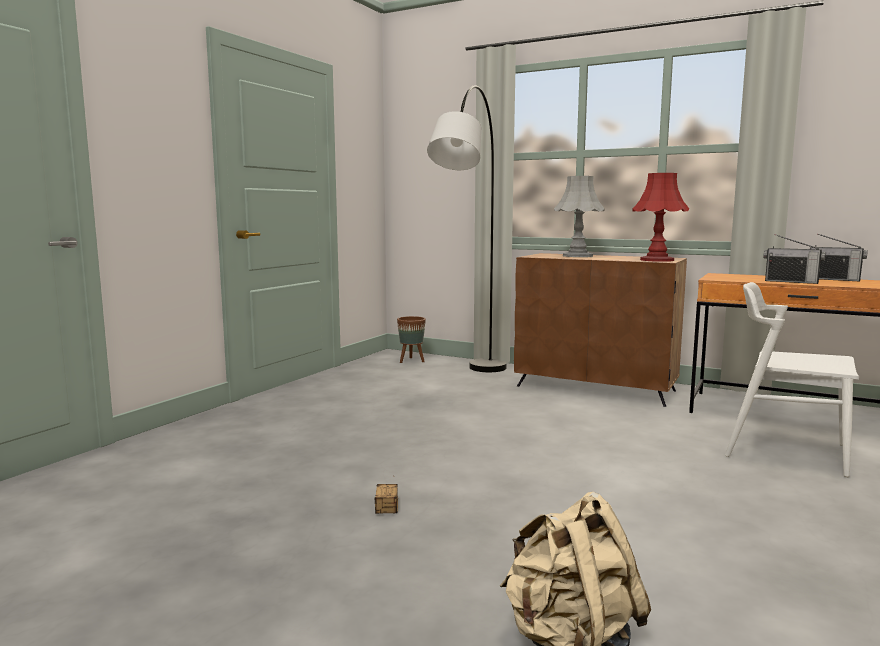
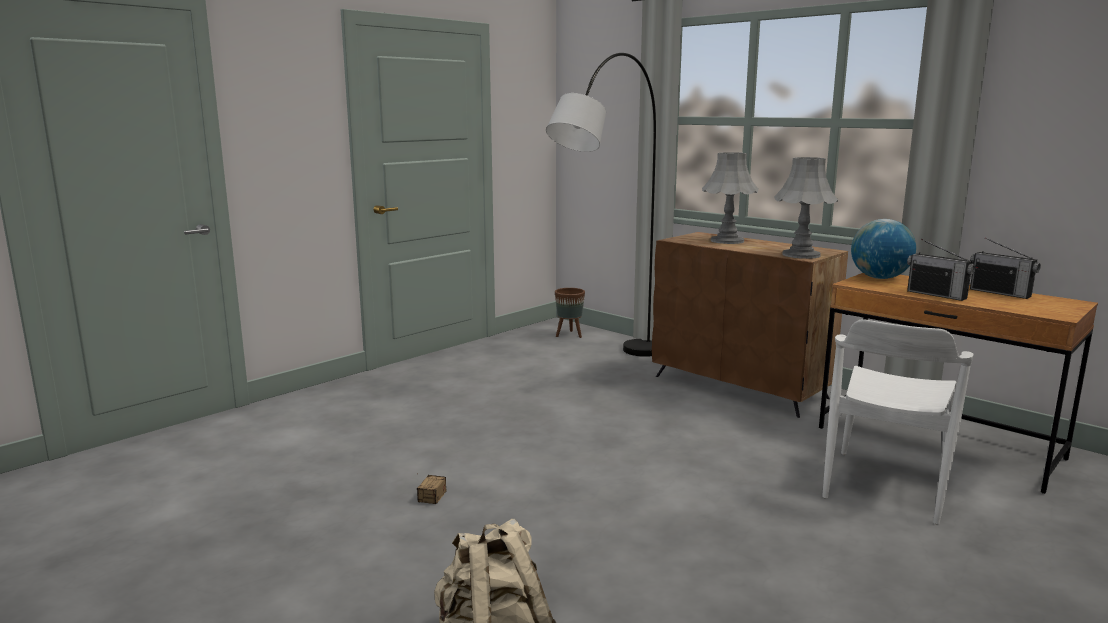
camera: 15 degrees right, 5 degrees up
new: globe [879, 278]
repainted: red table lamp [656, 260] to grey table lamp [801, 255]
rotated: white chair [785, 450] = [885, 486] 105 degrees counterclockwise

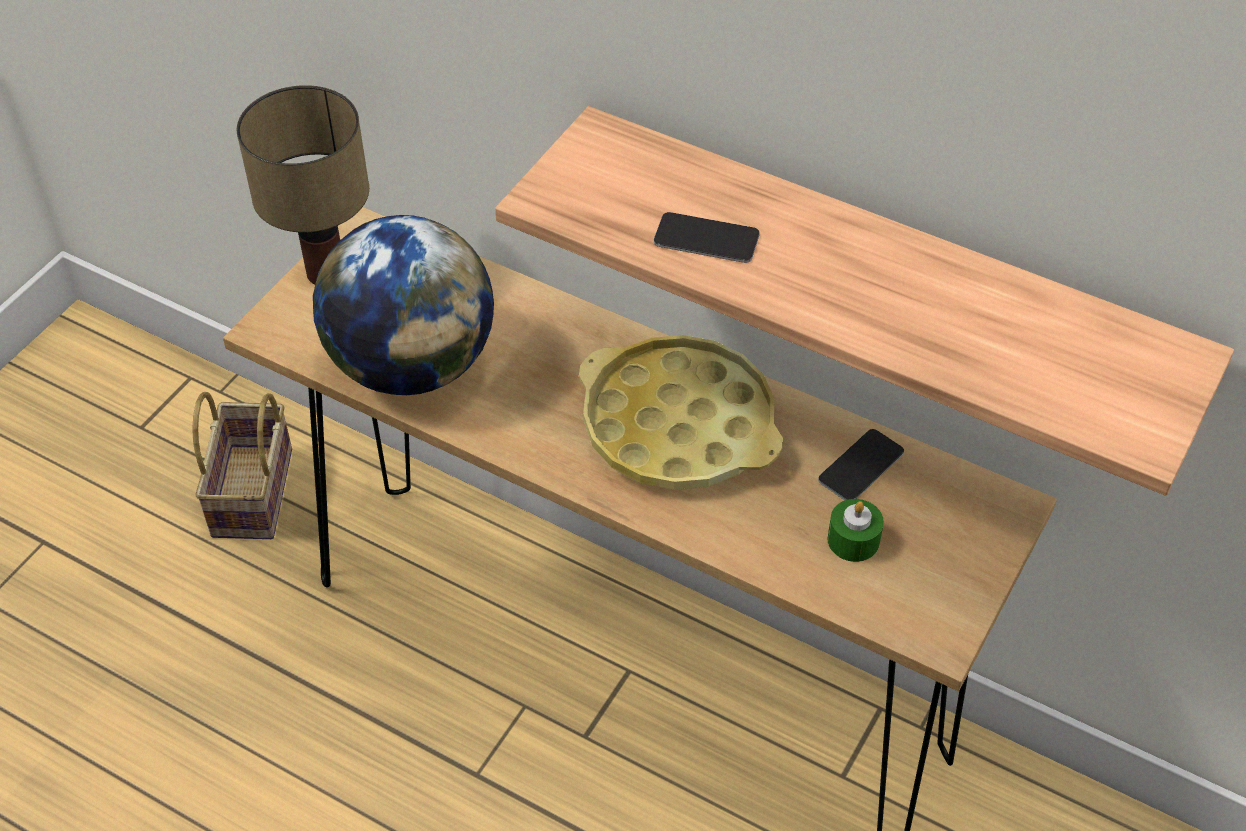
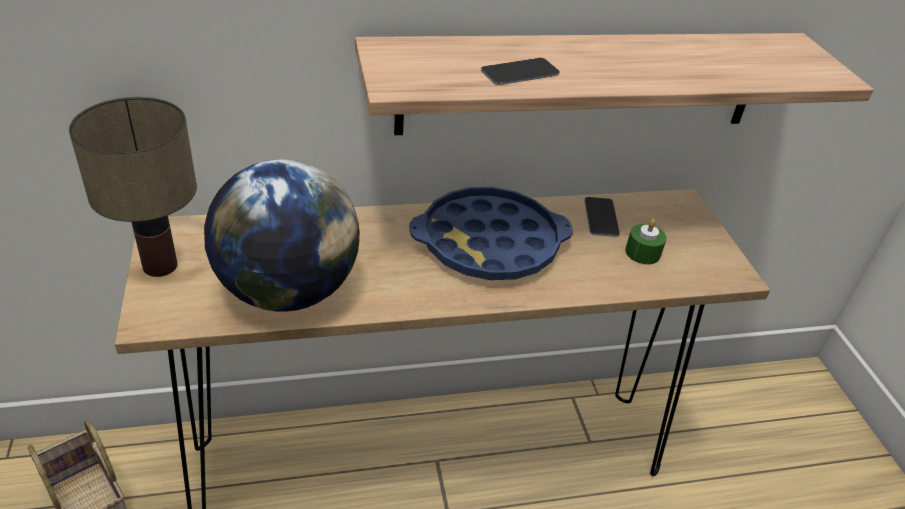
camera: 45 degrees left, 10 degrees down
repainted: yellow tray [678, 425] to blue tray [489, 243]

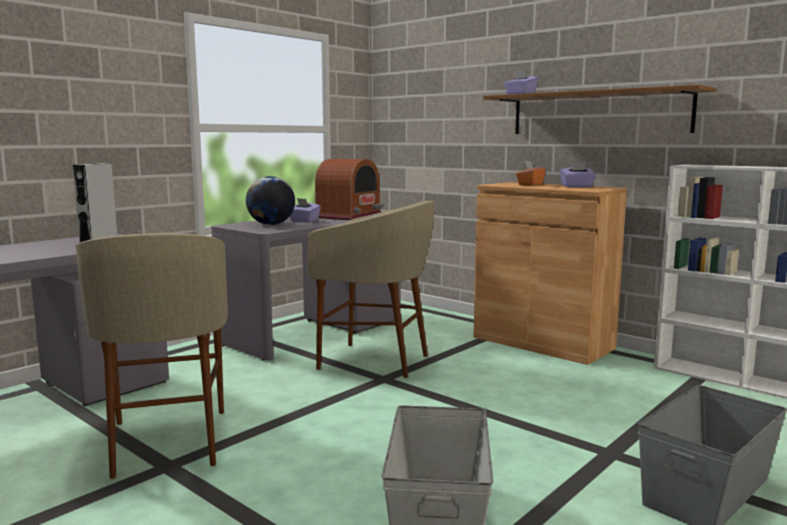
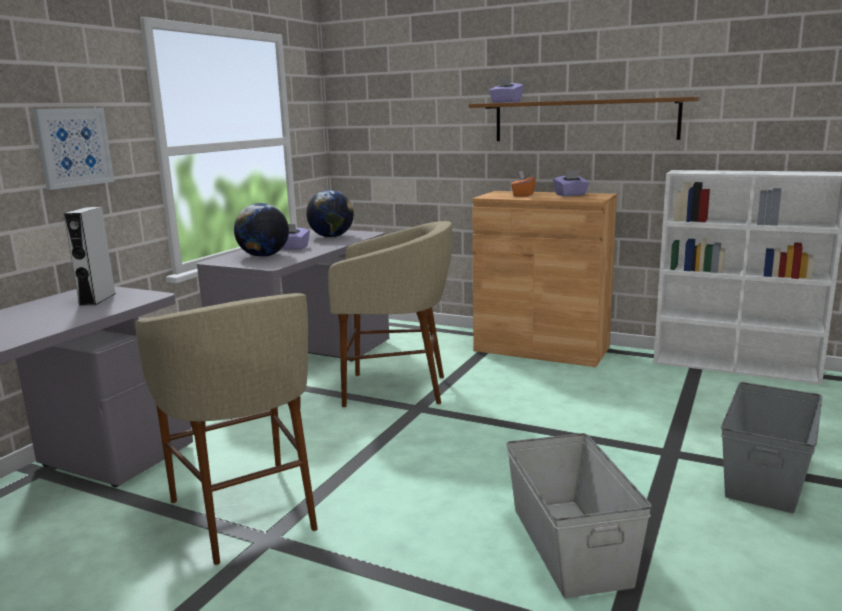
camera: 15 degrees left, 5 degrees up
new: picture [73, 147]
swapped: radio [349, 216] to globe [331, 237]

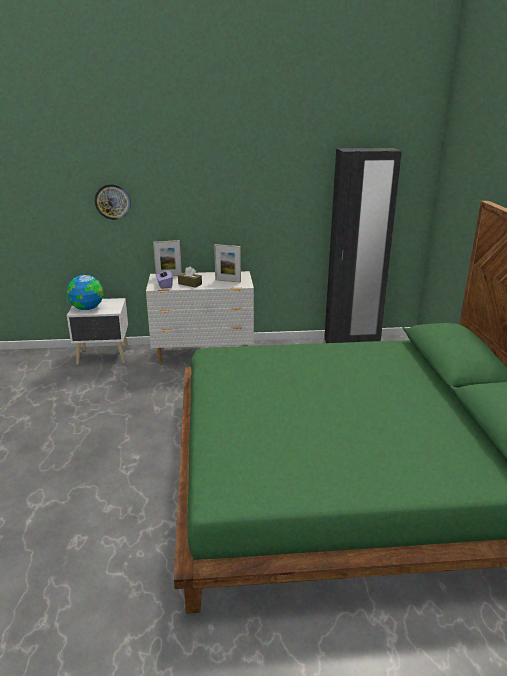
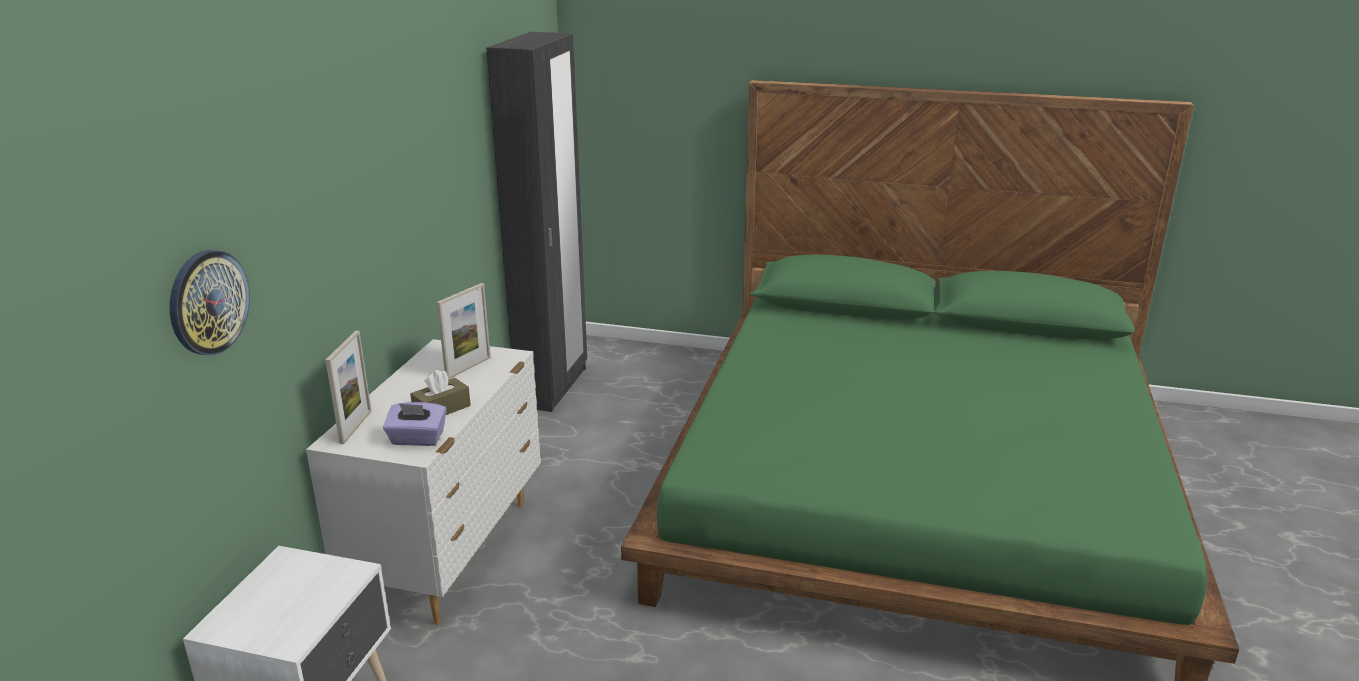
camera: 70 degrees left, 0 degrees up
gone: globe [87, 308]

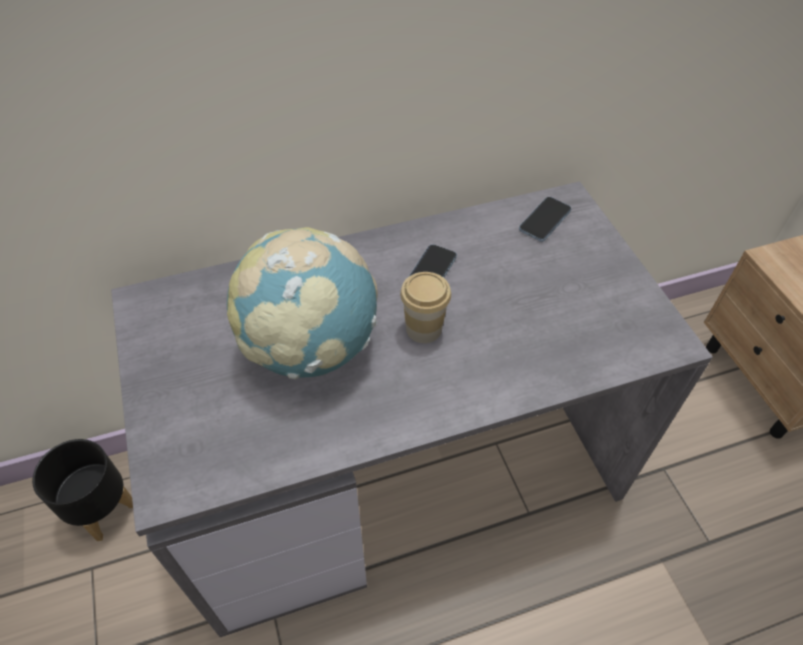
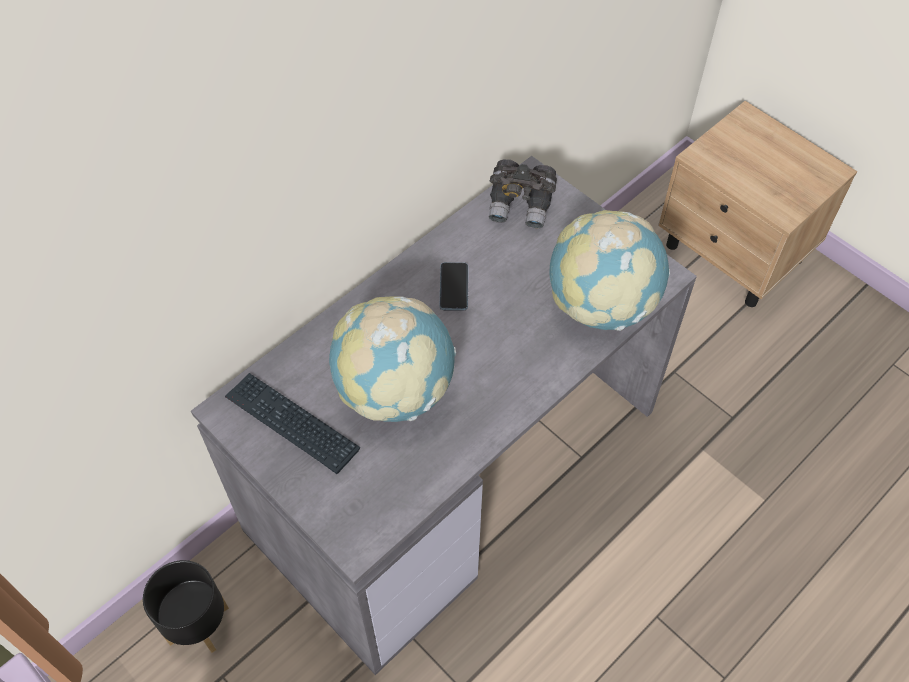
camera: 25 degrees left, 5 degrees up
gone: cup [423, 328]
new: keyboard [292, 423]; globe [601, 305]
swapped: phone [544, 220] to grey binoculars [521, 205]

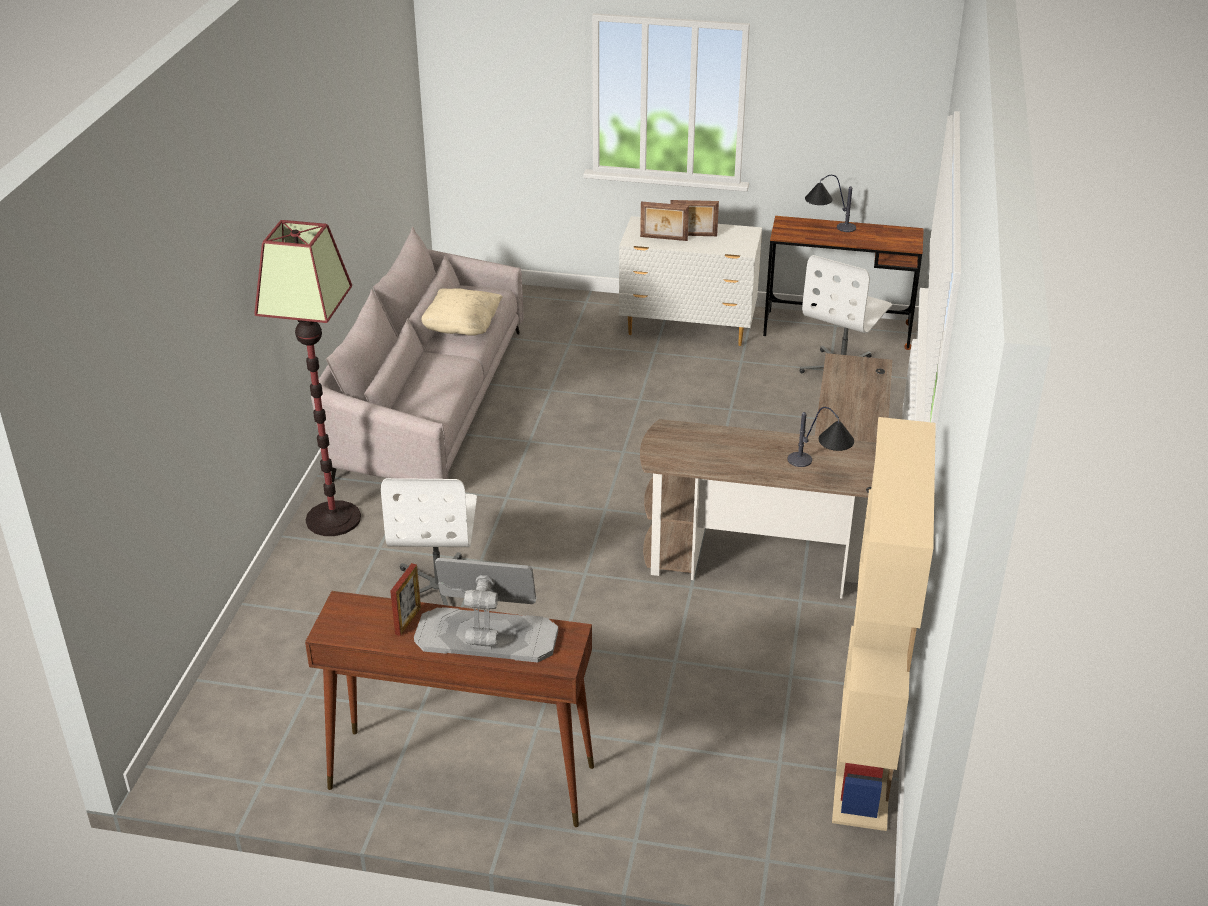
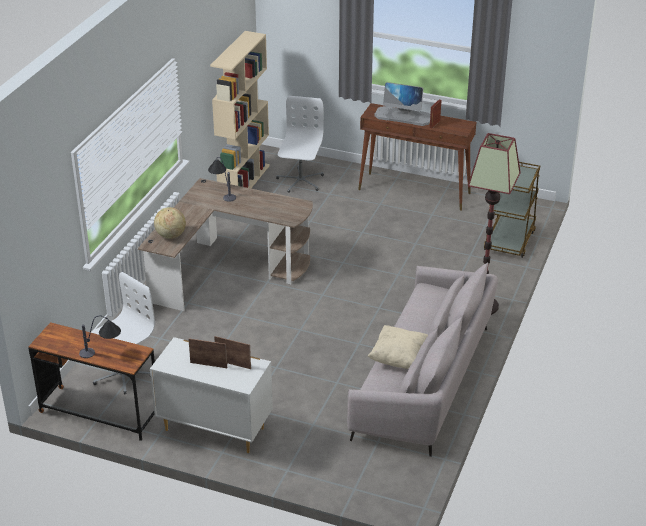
camera: 170 degrees left, 0 degrees up
new: globe [170, 235]; brown cart [509, 240]
shifted: white office chair [440, 588] to [300, 181]

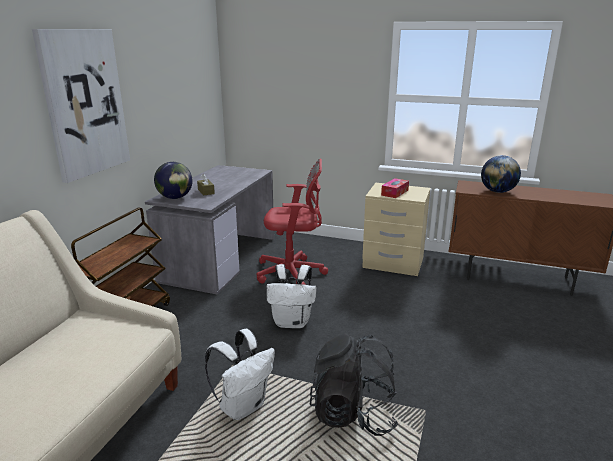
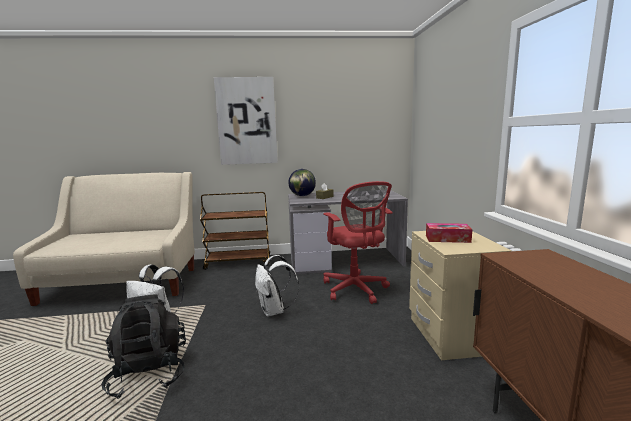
camera: 65 degrees right, 10 degrees down
gone: globe [497, 191]

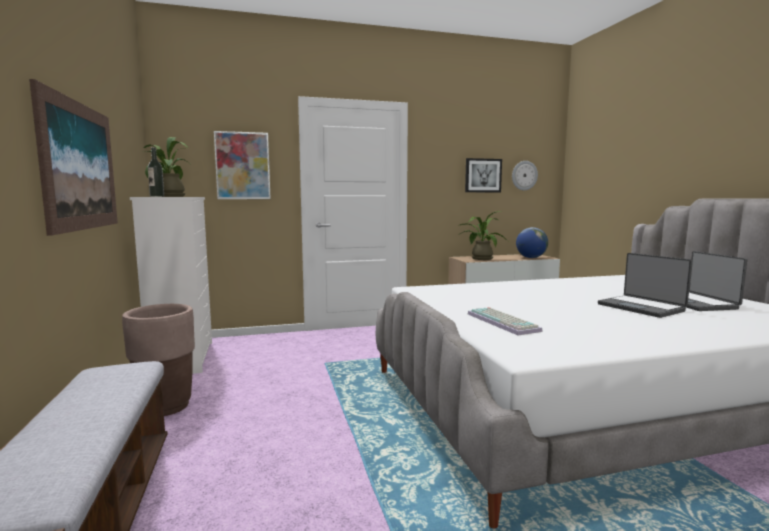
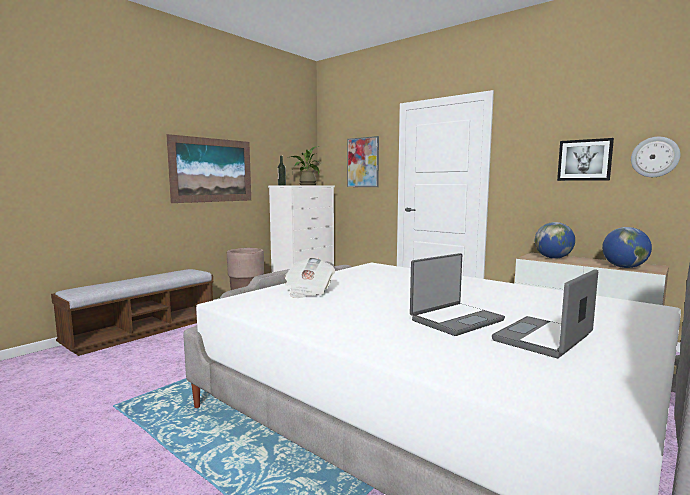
camera: 55 degrees right, 0 degrees up
swapped: potted plant [480, 258] to globe [553, 258]; keyboard [504, 322] to newspaper [308, 291]
rotated: laptop [641, 307] = [455, 320] 150 degrees counterclockwise

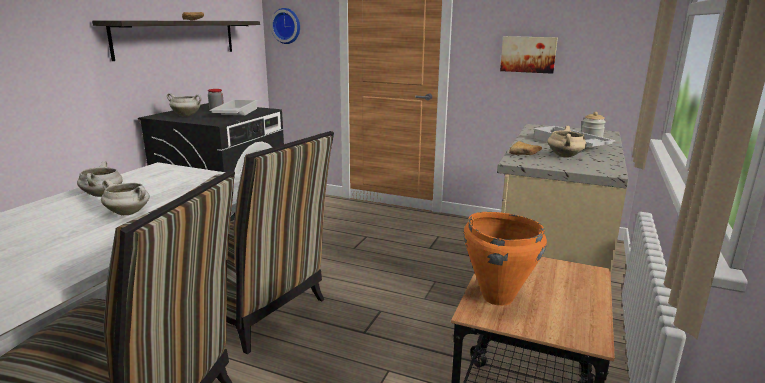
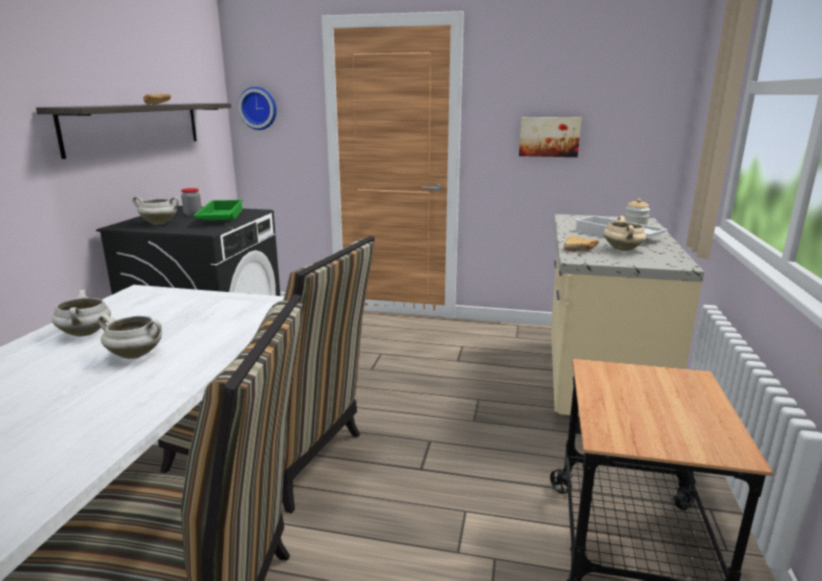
camera: 10 degrees left, 0 degrees up
gone: orange cooking pot [497, 297]
repainted: white tray [235, 113] to green tray [219, 217]

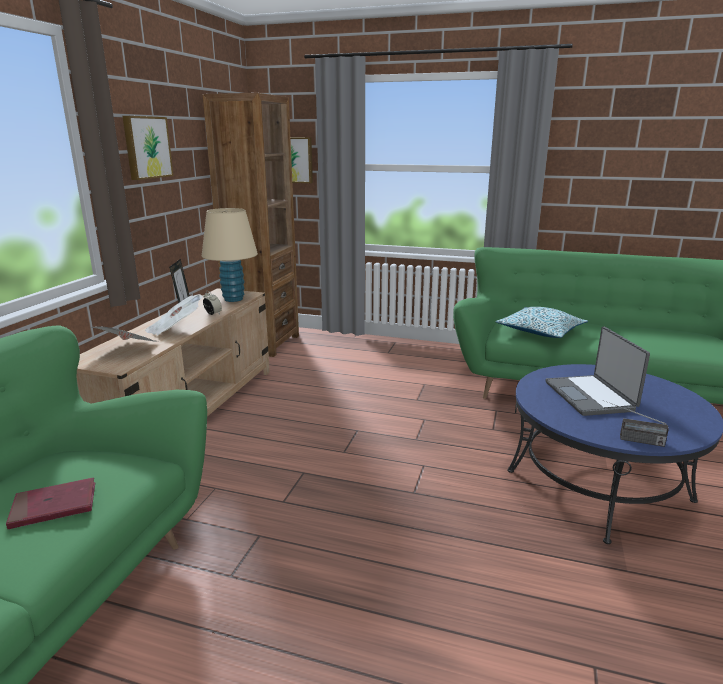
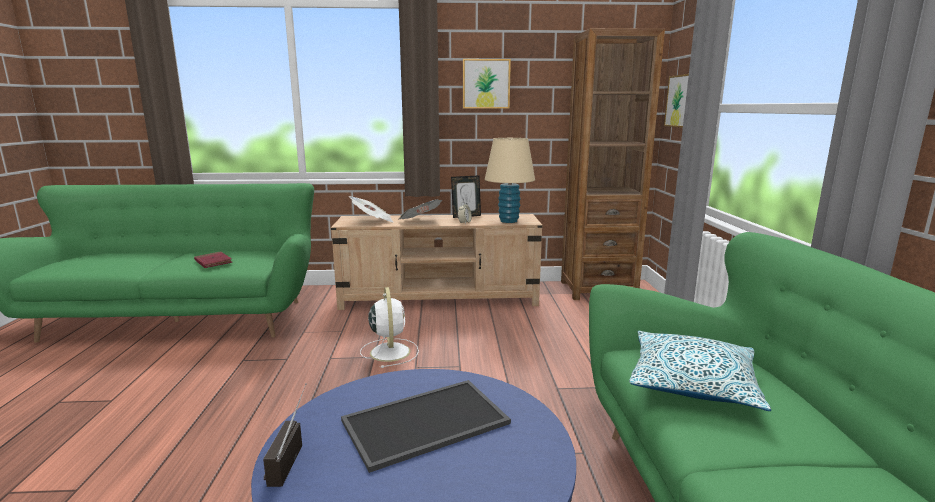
camera: 70 degrees right, 5 degrees down
new: white fan [390, 351]
swapped: laptop [591, 396] to tray [425, 424]

